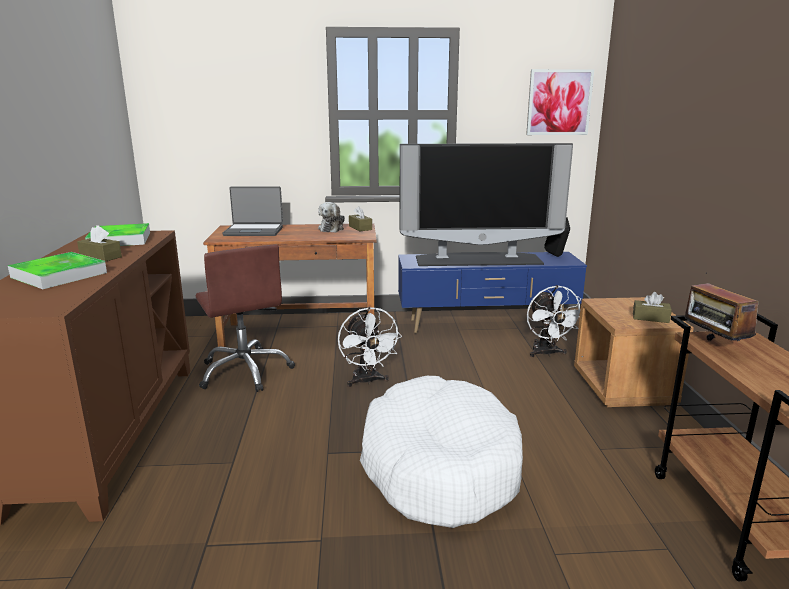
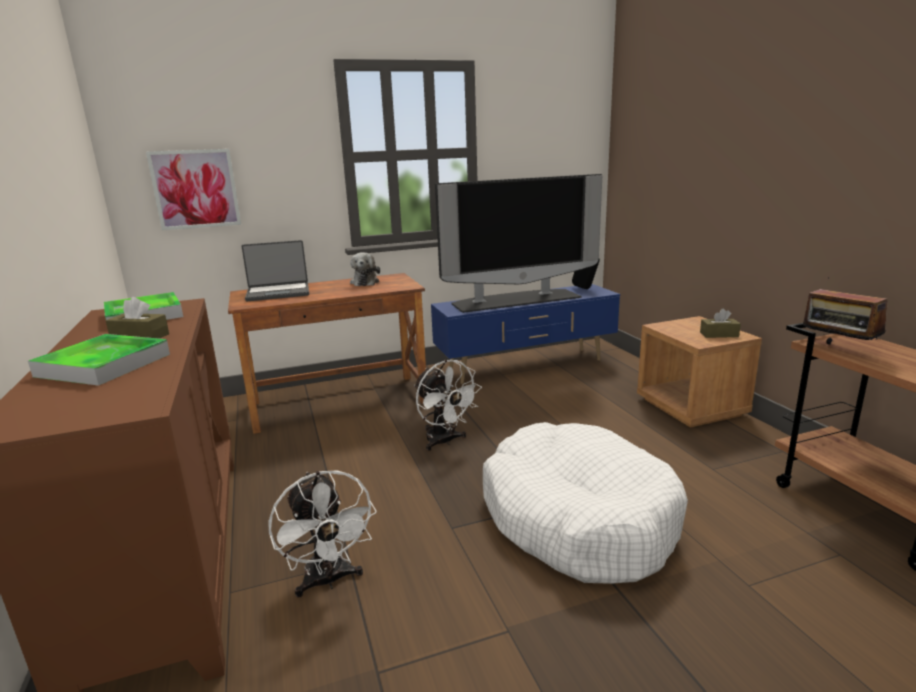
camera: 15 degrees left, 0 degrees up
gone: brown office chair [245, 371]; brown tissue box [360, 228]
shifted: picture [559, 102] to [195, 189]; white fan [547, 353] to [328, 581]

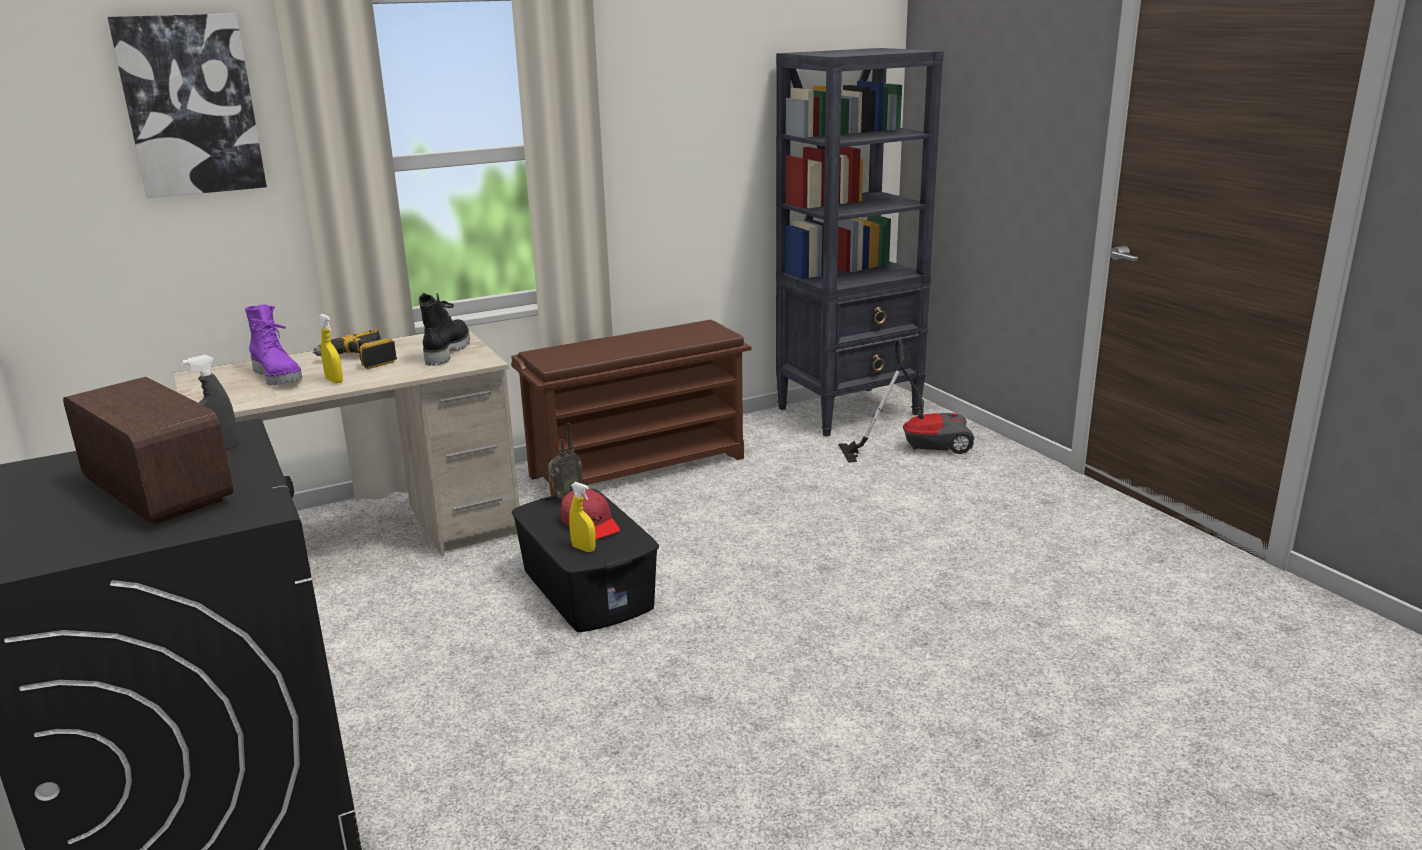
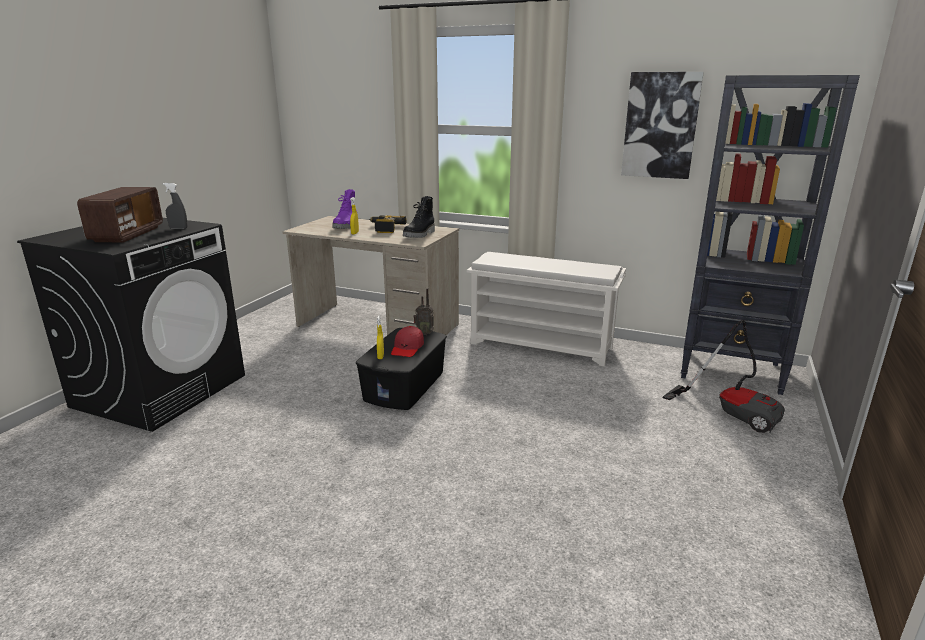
camera: 50 degrees right, 0 degrees up
shifted: picture [190, 105] to [660, 125]
repainted: brown shoe rack [639, 466] to white shoe rack [542, 345]
rotated: black boot [446, 351] = [420, 235] 150 degrees clockwise

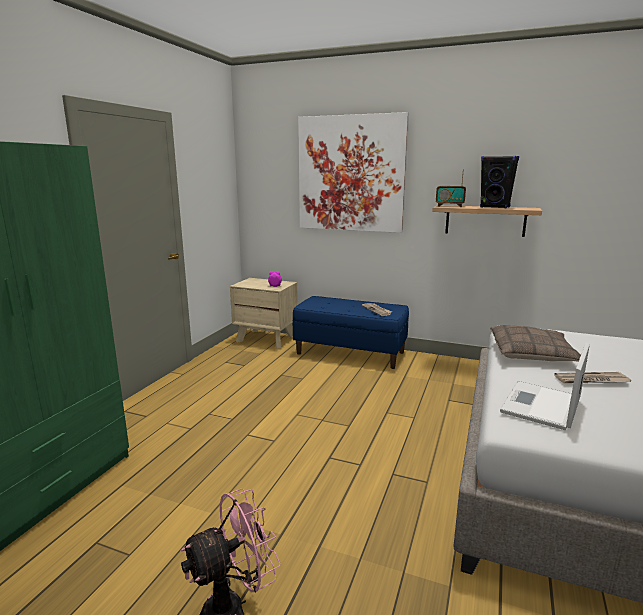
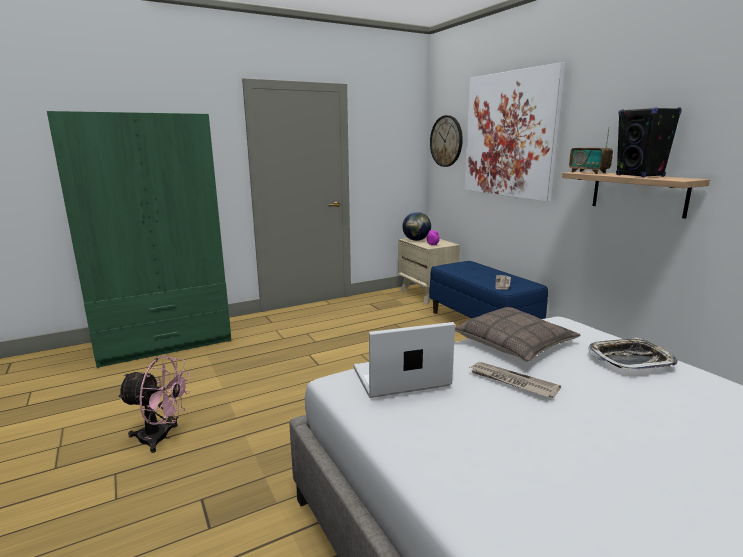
camera: 40 degrees right, 0 degrees up
new: globe [416, 240]; wall clock [446, 141]; tray [630, 359]

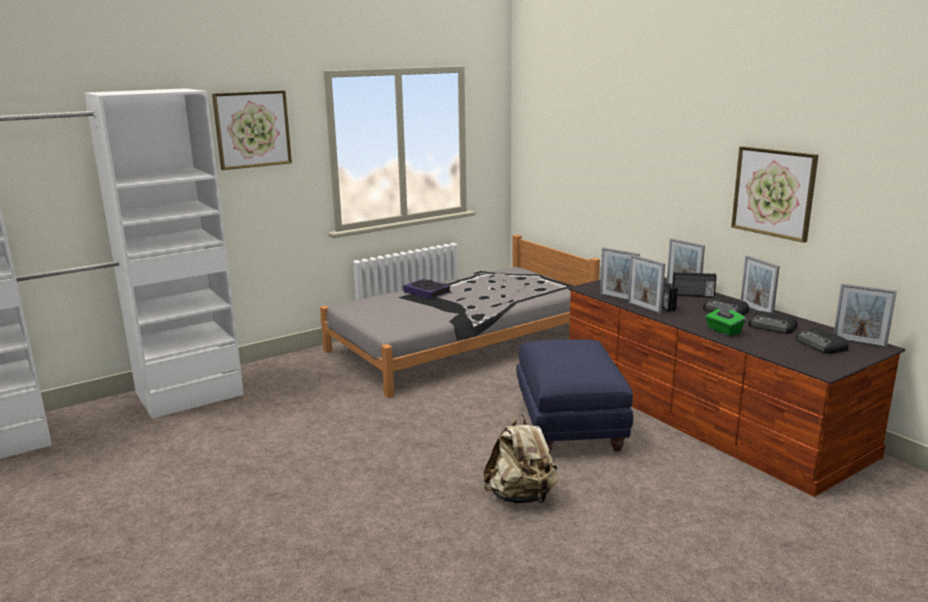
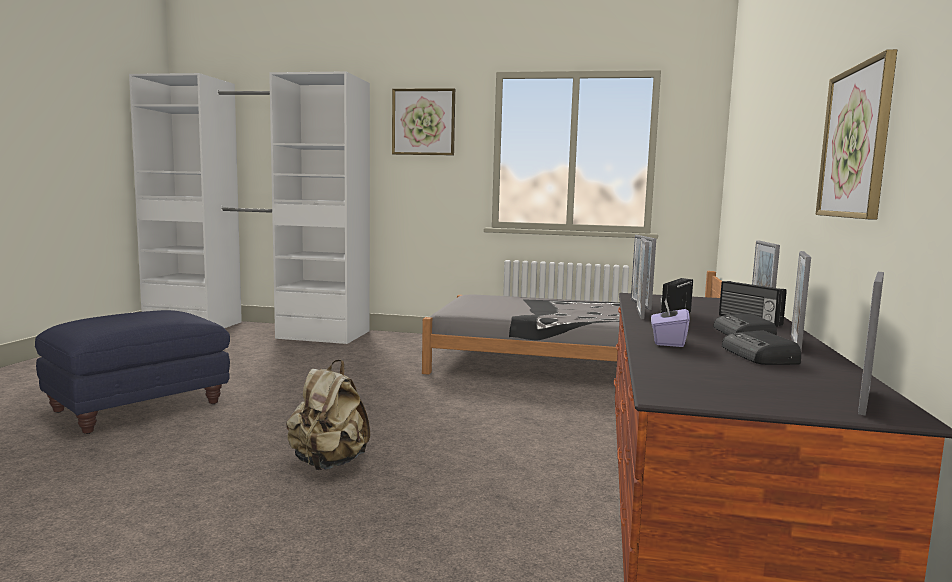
camera: 45 degrees right, 10 degrees down
gone: book [427, 292]; radio [821, 345]
shifted: blue ottoman [569, 426] to [140, 406]
repainted: green tissue box [723, 331] to purple tissue box [668, 342]
rotated: picture frame [859, 343] = [864, 401] 45 degrees clockwise

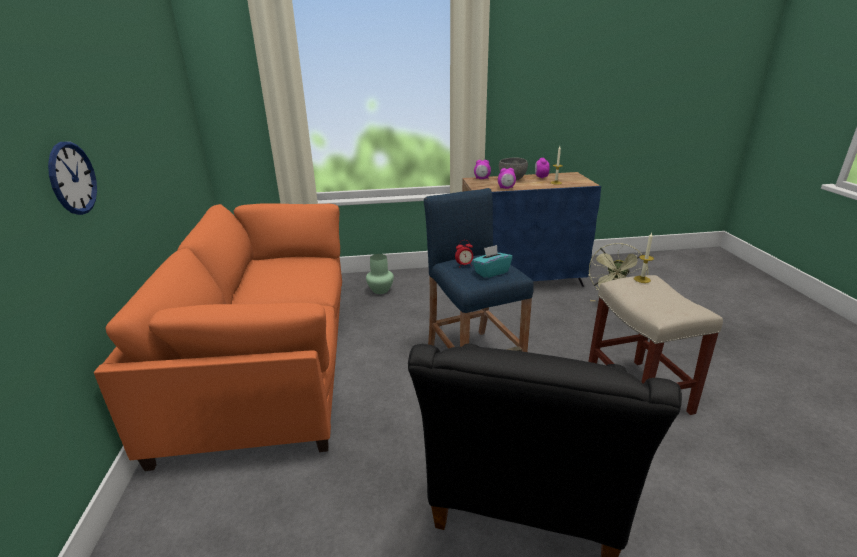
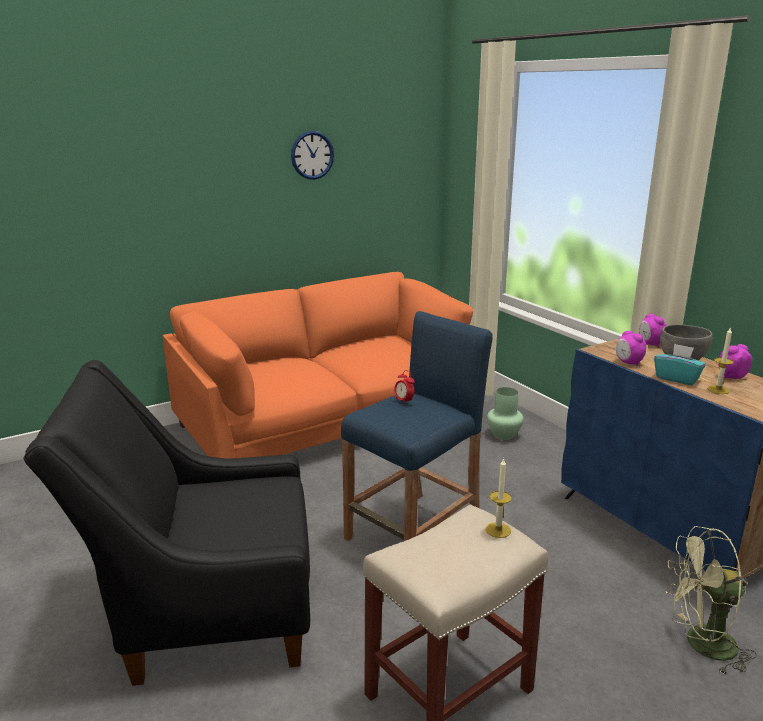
camera: 65 degrees right, 5 degrees down
shifted: wall clock [72, 178] to [312, 155]; turquoise tissue box [491, 272] to [677, 378]

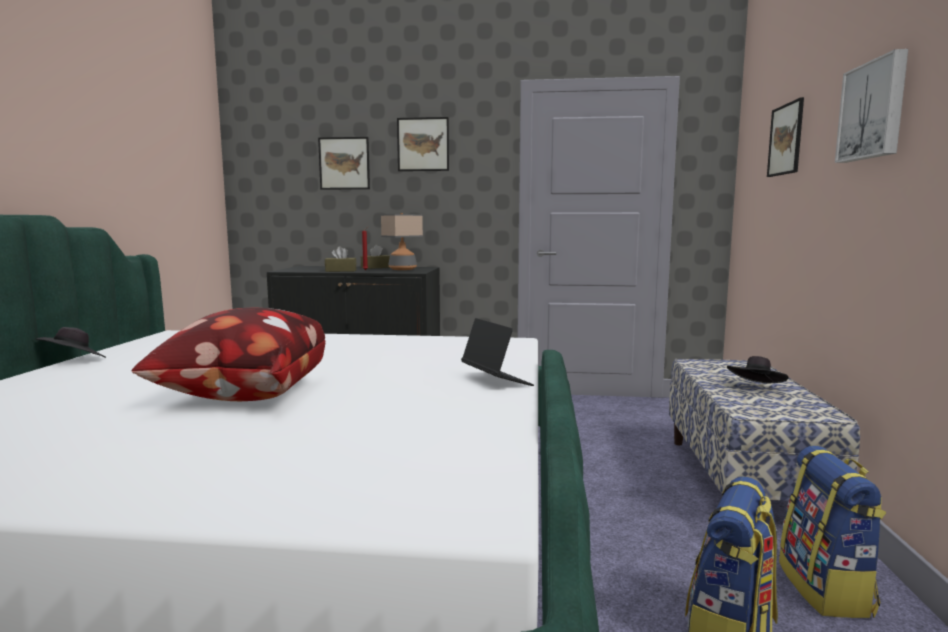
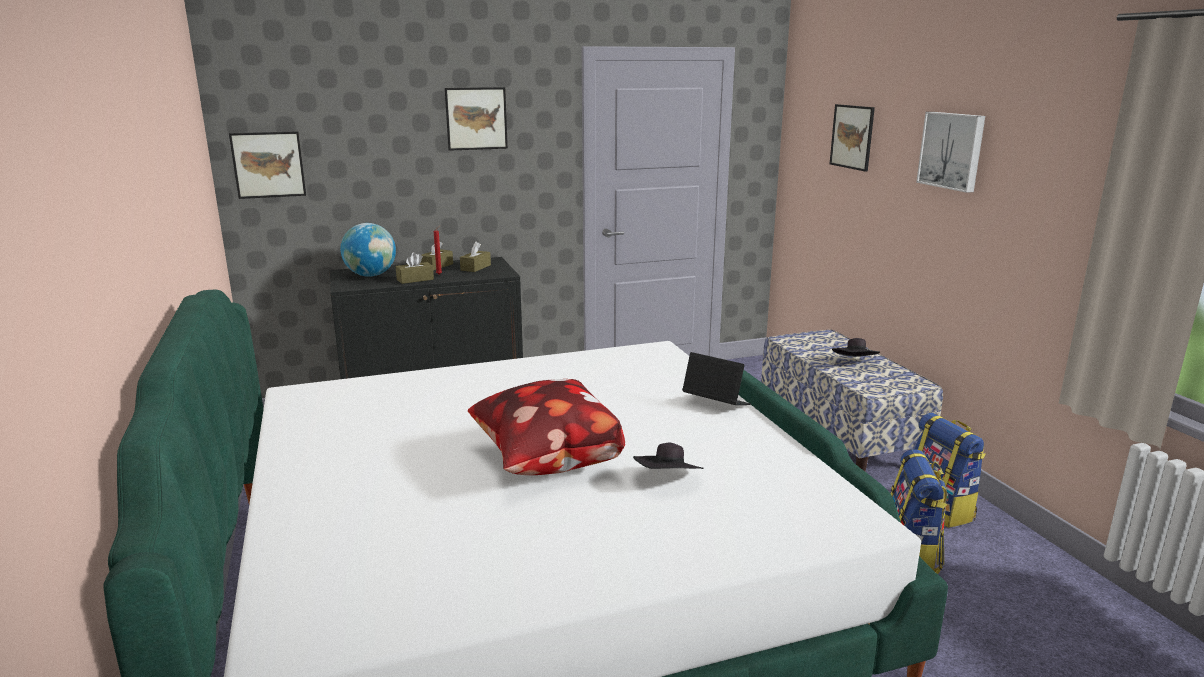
camera: 25 degrees left, 10 degrees up
new: globe [371, 275]
shifted: black hat [73, 361] to [668, 481]; picture [344, 163] to [268, 164]
swapped: table lamp [402, 269] to brown tissue box [475, 267]

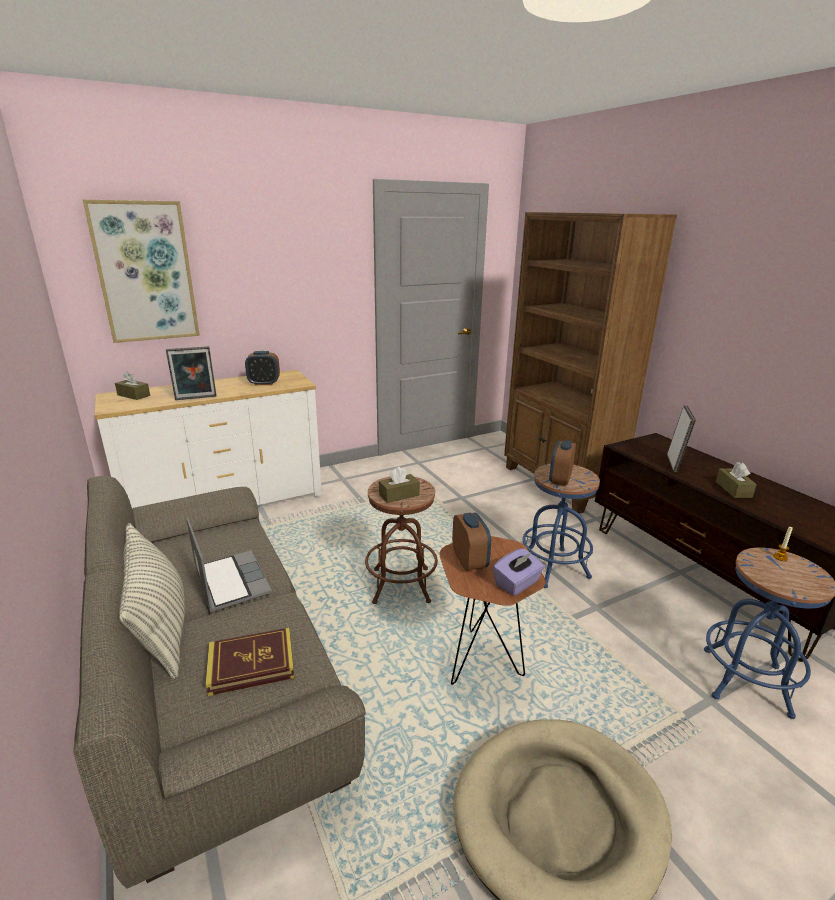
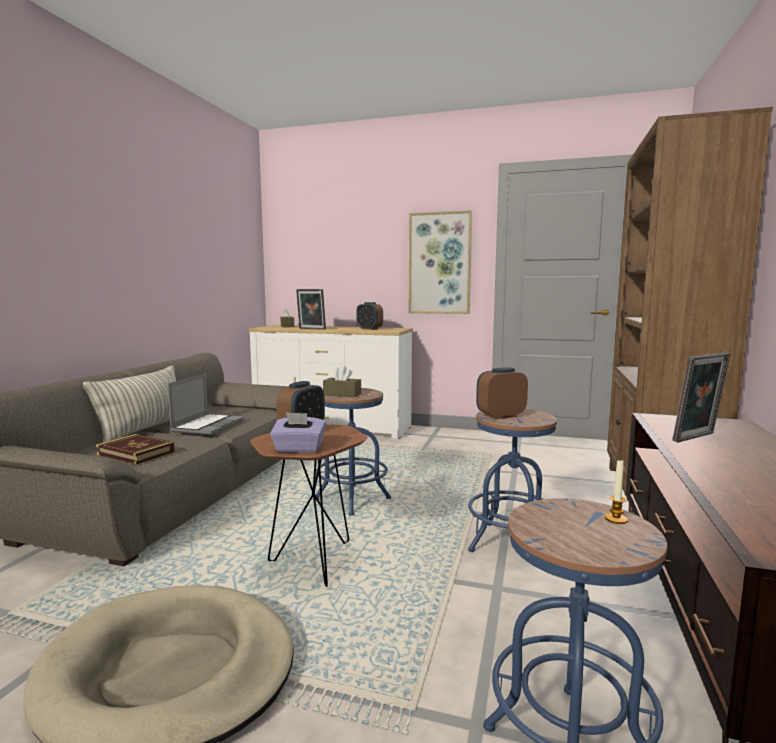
camera: 45 degrees right, 15 degrees down
gone: brown tissue box [733, 489]
shifted: picture [145, 272] to [439, 263]
repainted: brown stool [401, 585] to blue stool [352, 499]

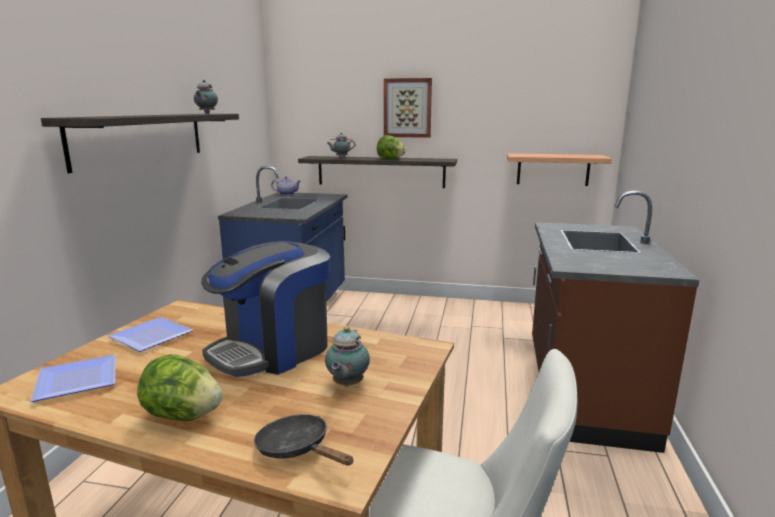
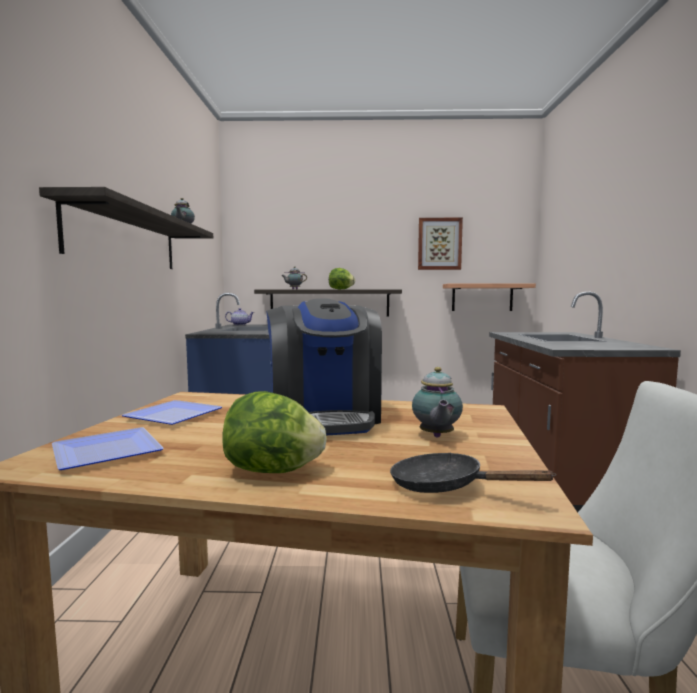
camera: 10 degrees left, 10 degrees down
shifted: picture [407, 108] to [439, 244]
rotated: coffee machine [273, 350] = [325, 418] 45 degrees counterclockwise

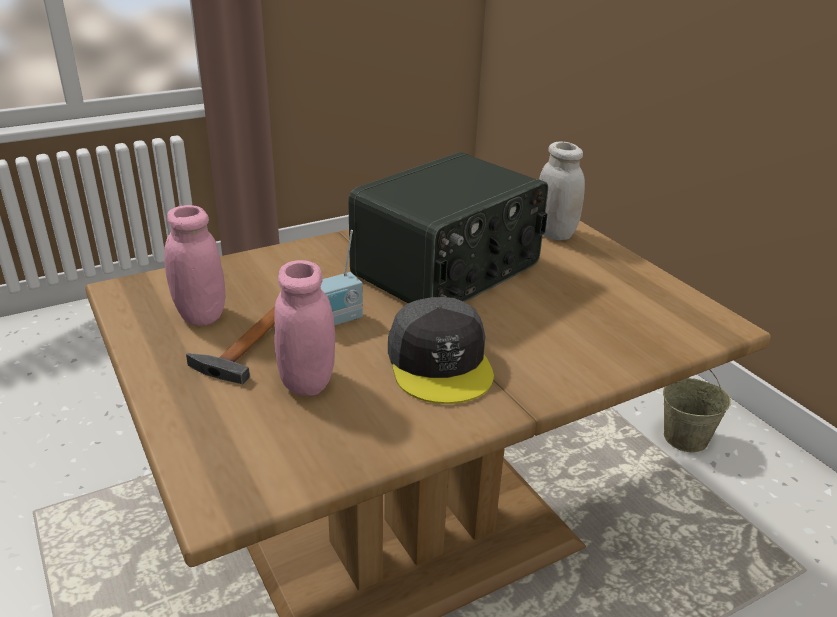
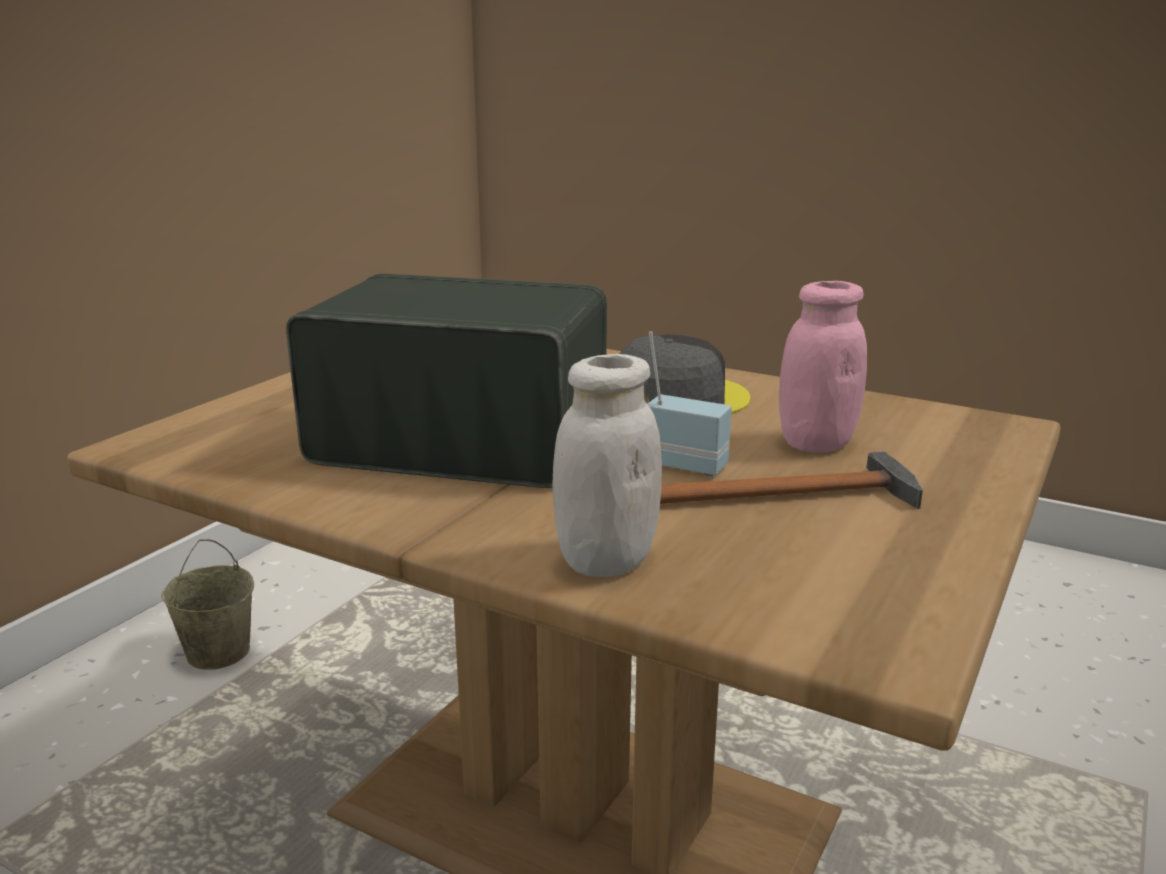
camera: 120 degrees left, 10 degrees down
gone: pink jar [201, 315]
shifted: white jar [554, 233] to [606, 560]

